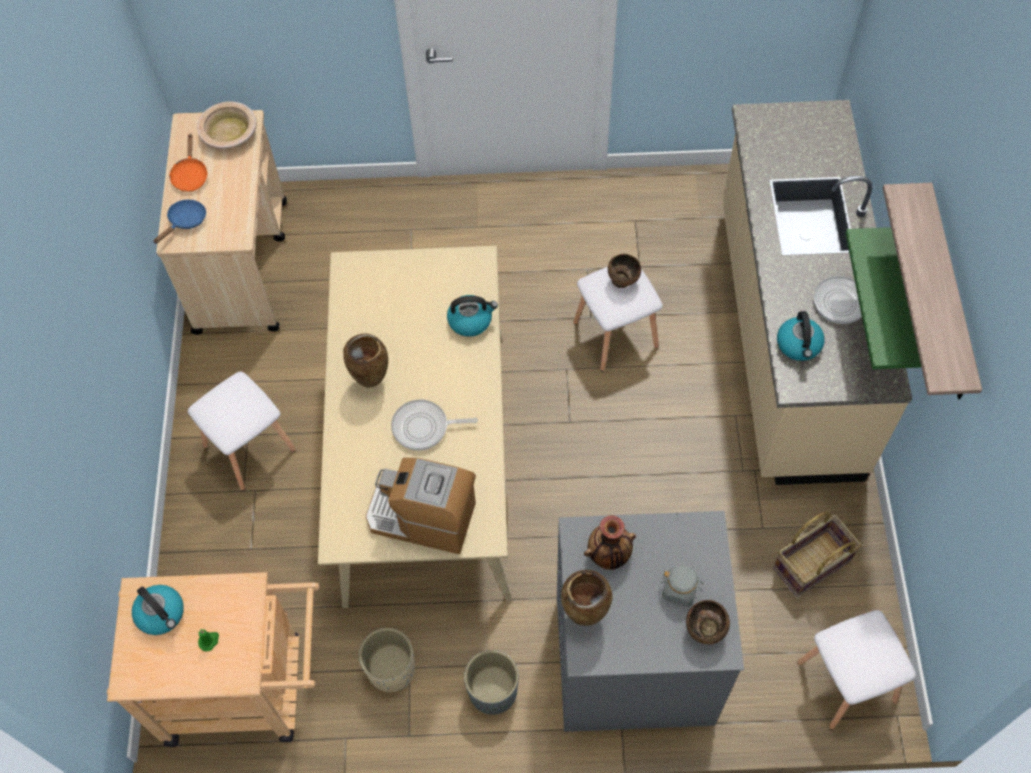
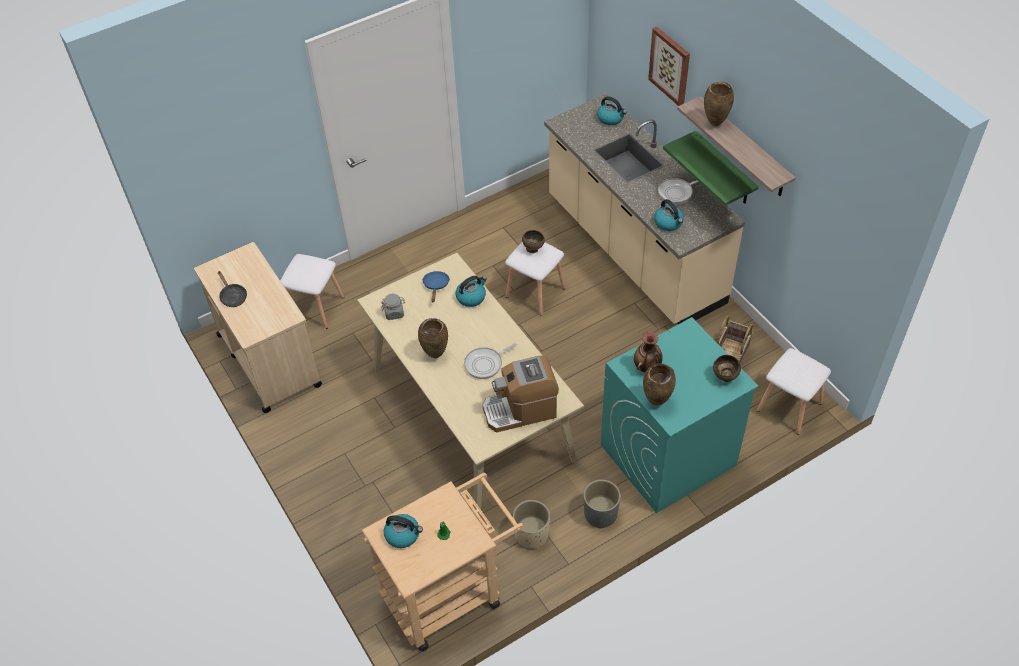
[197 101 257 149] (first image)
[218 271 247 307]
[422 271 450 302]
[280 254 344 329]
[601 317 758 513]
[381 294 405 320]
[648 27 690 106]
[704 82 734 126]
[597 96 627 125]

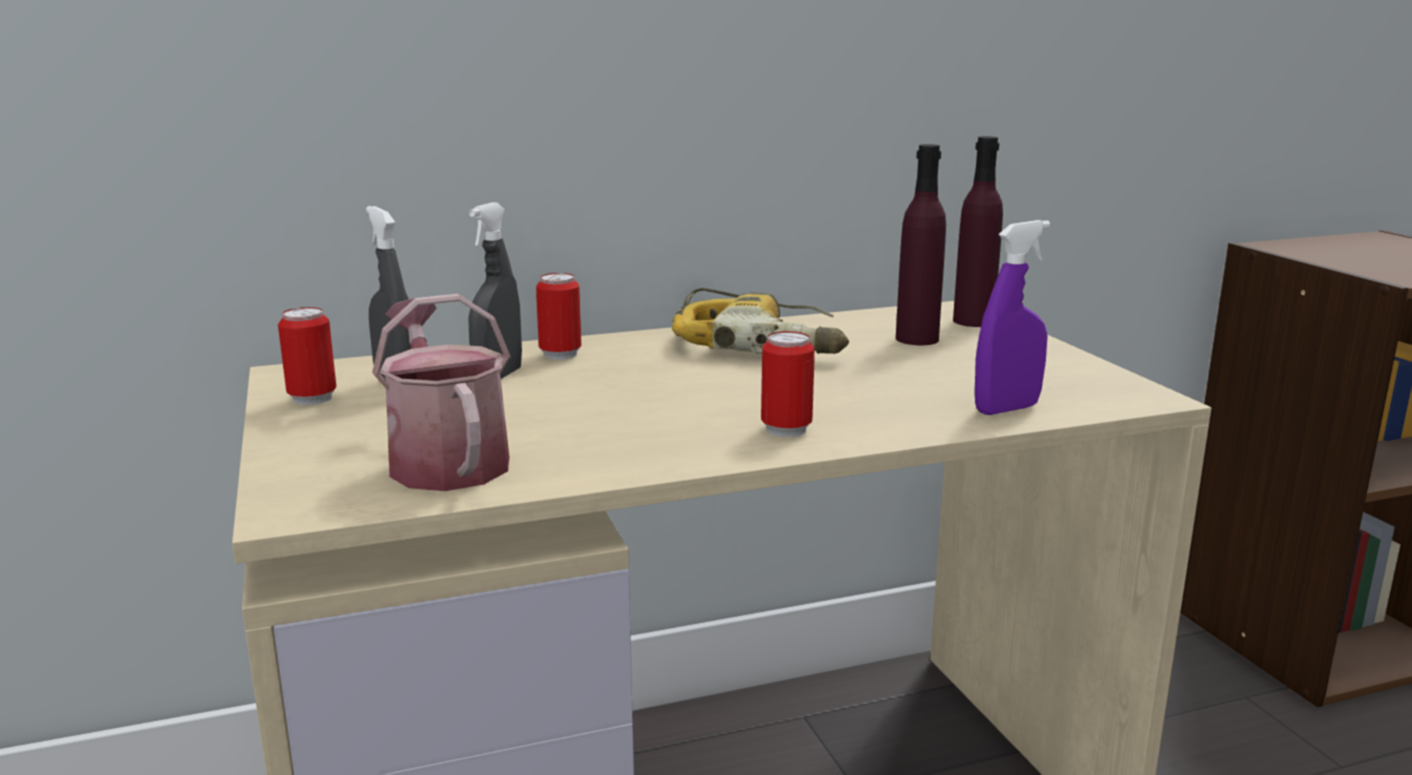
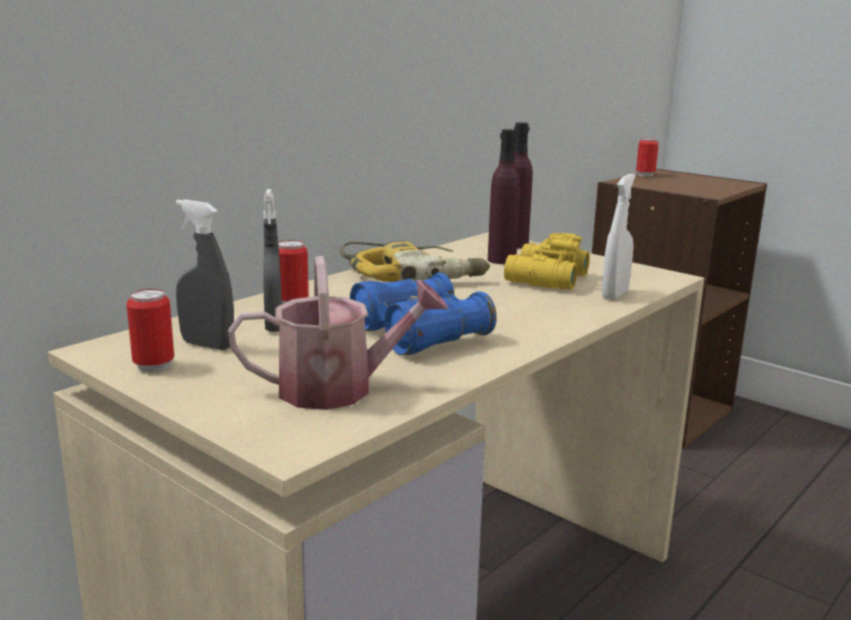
[602 174 636 300]
[228 256 448 410]
[636 138 659 177]
[504 233 590 290]
[350 273 497 355]

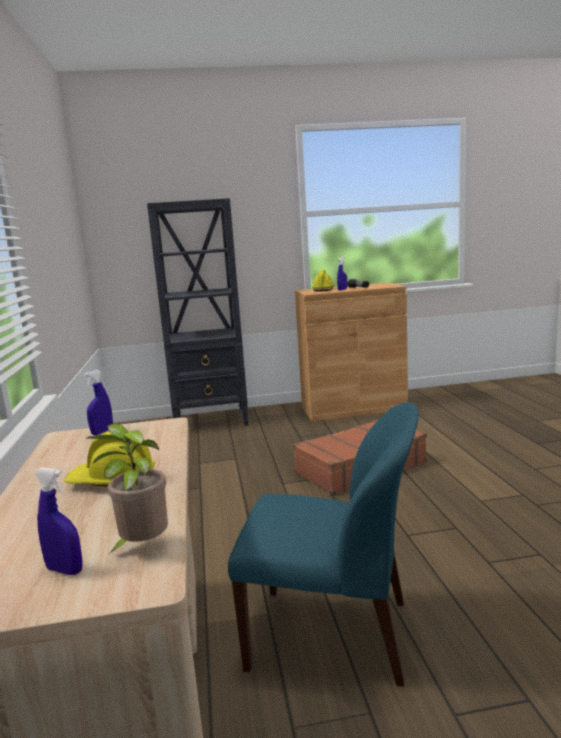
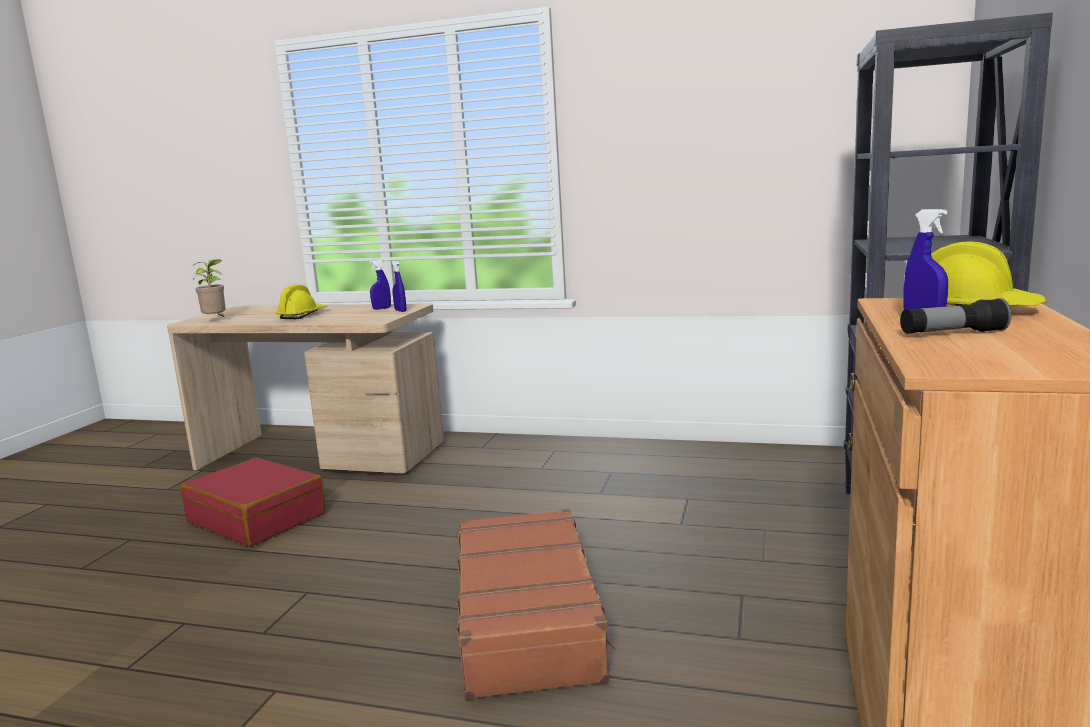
[180 458 325 546]
[369 260 391 310]

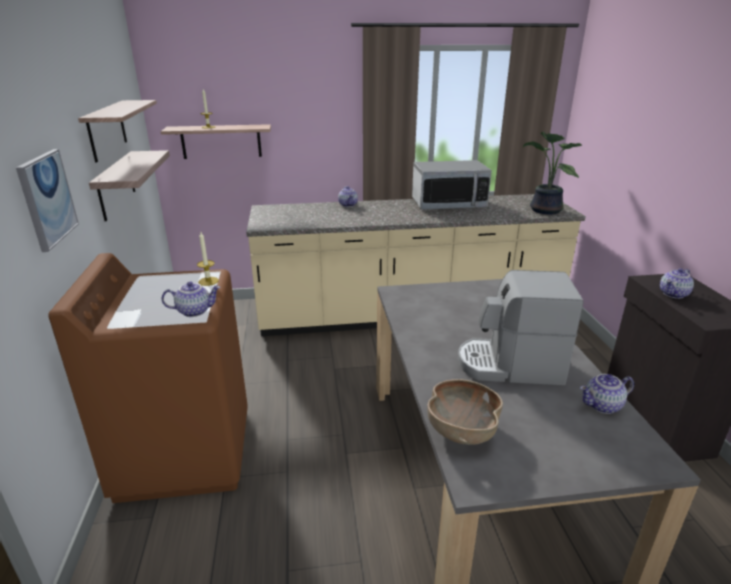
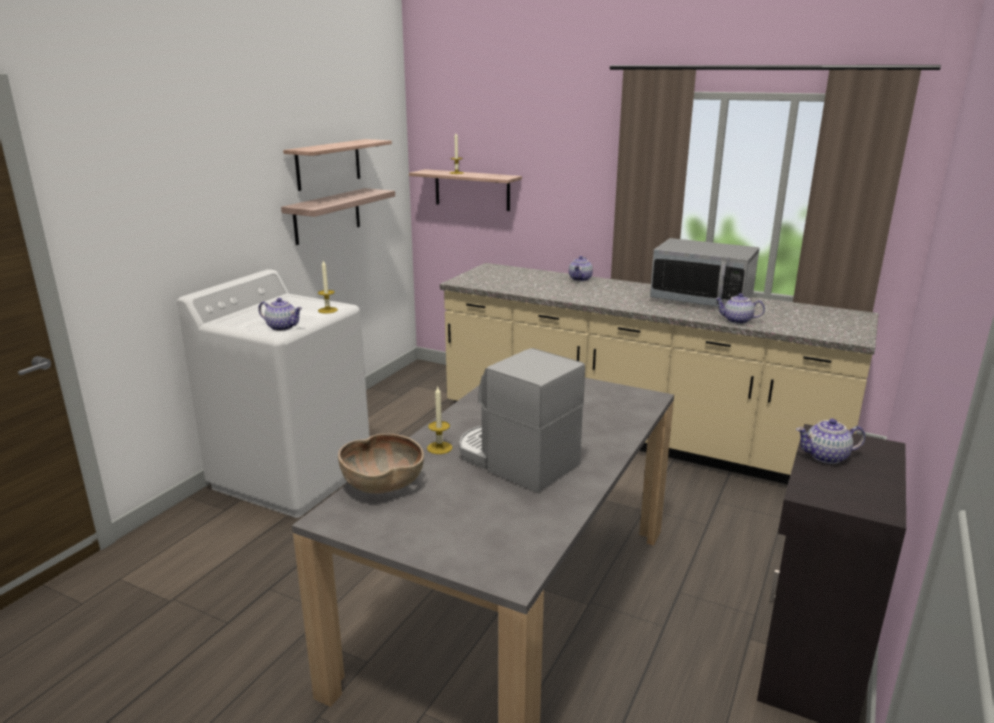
[523 132 582 214] (first image)
[16 149 79 252] (first image)
[177 269 370 518]
[715 293 765 324]
[427 387 452 454]

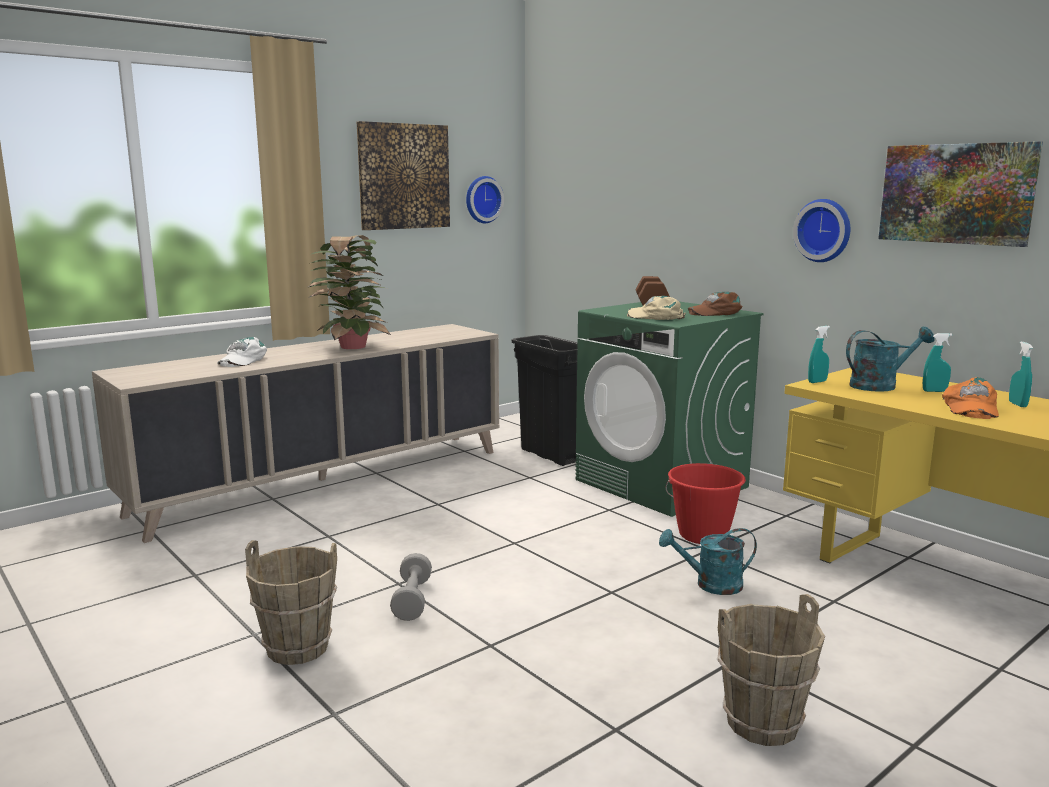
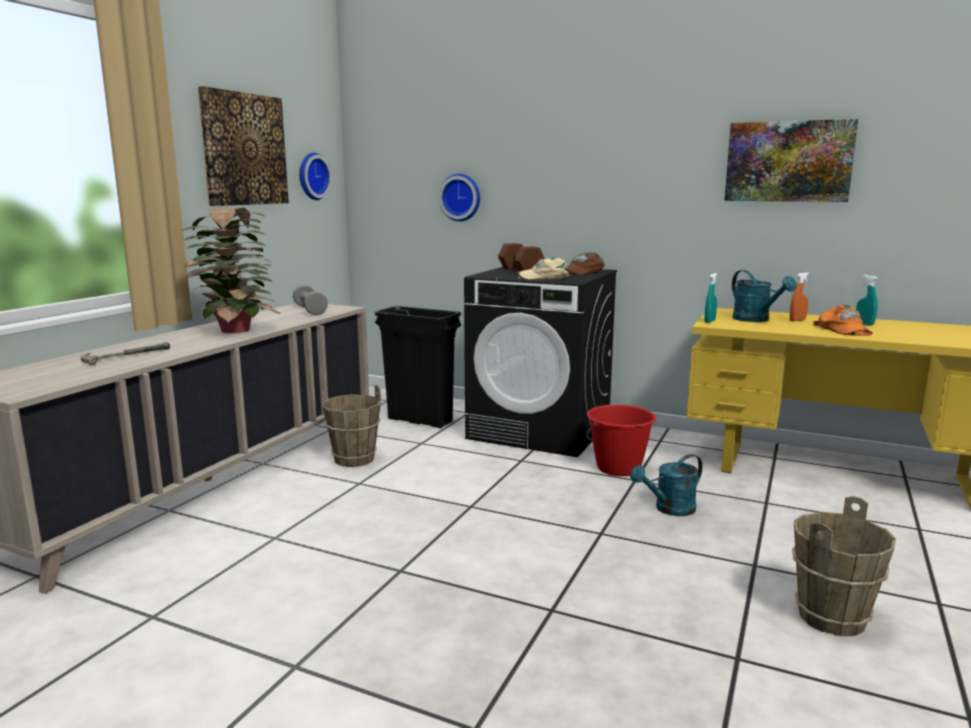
[439 174 480 221]
[464 267 617 457]
[732 270 797 322]
[790 273 810 321]
[81 342 170 365]
[322 385 381 467]
[293 285 328 315]

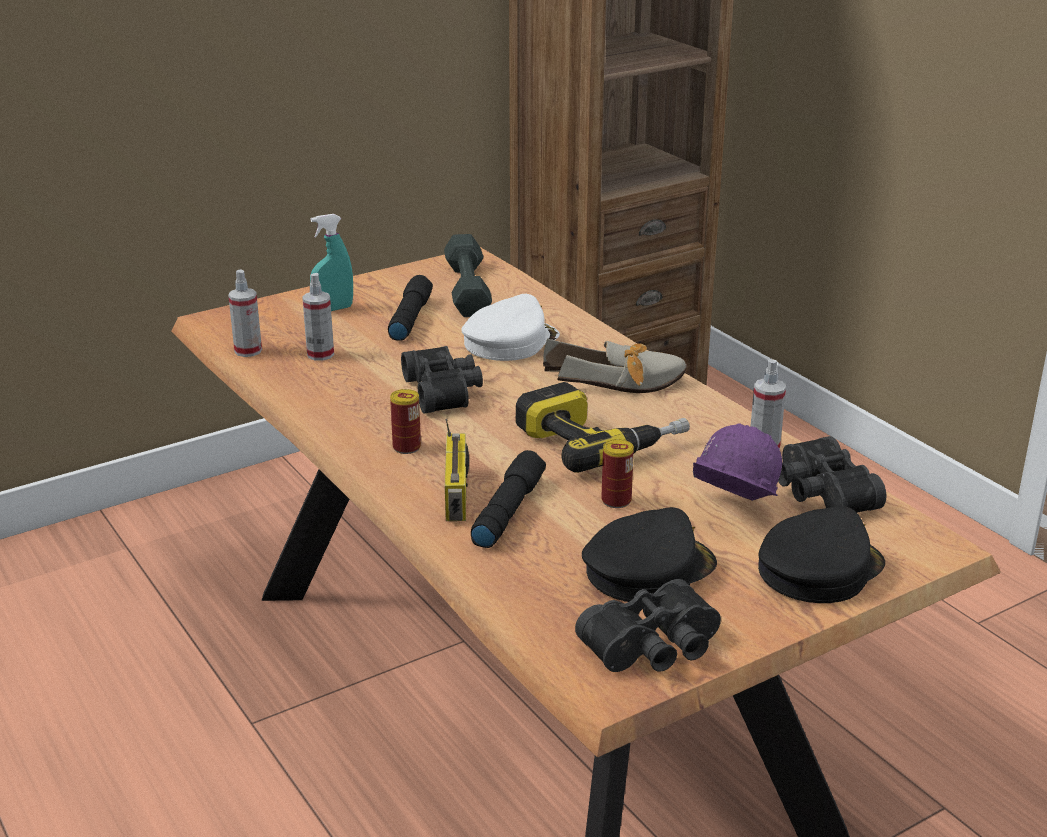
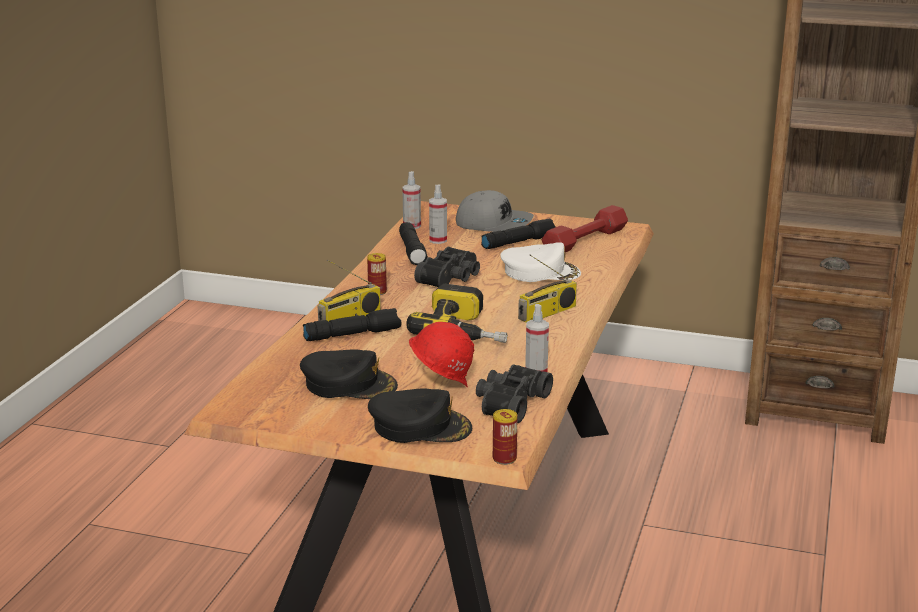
[456 190 534 232]
[542 205 628 252]
[518 255 577 322]
[409 322 474 388]
[493 409 518 465]
[575 579 721 672] (first image)
[399 222 428 265]

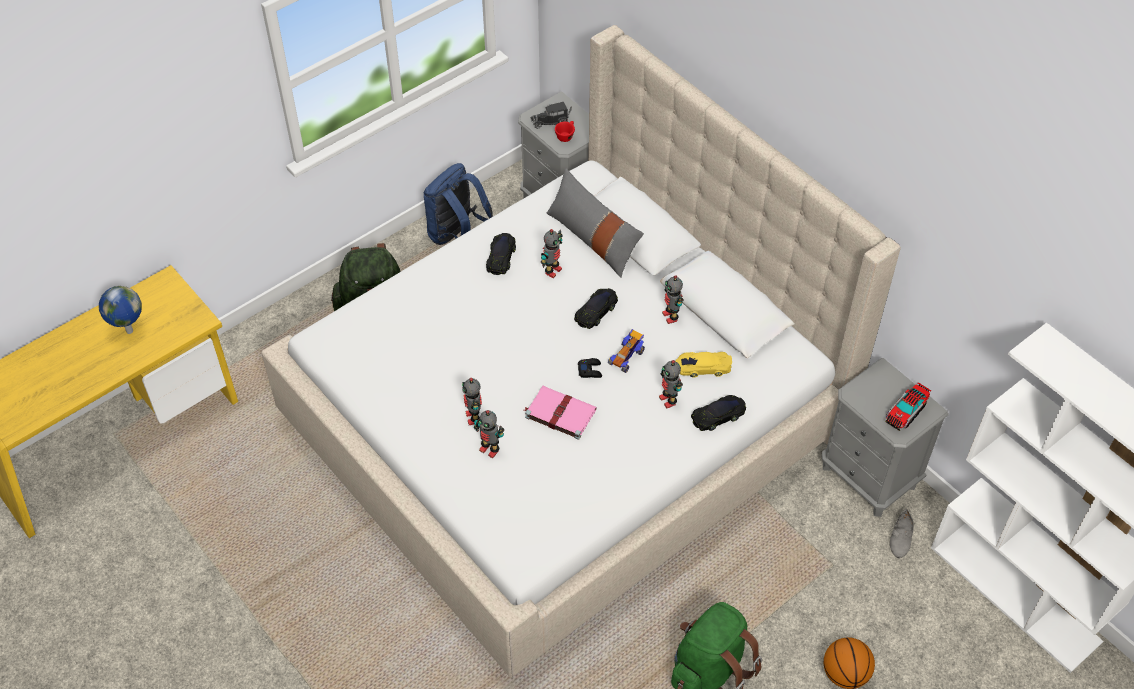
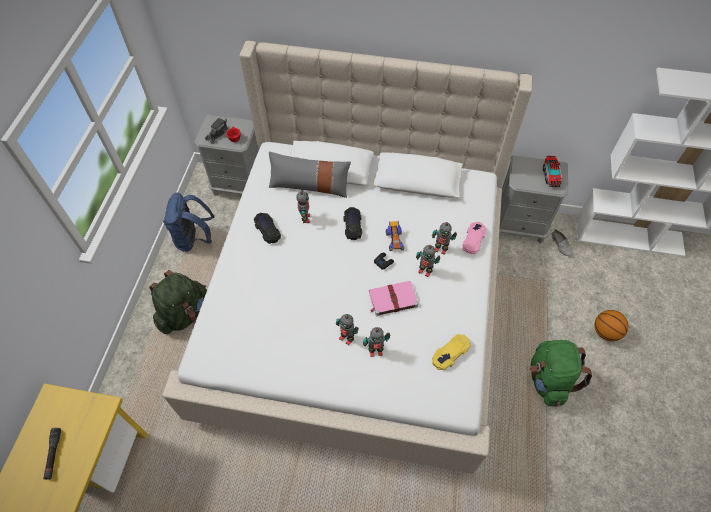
[416 245 441 277]
[43 428 61 480]
[432 334 471 370]
[462 222 486 254]

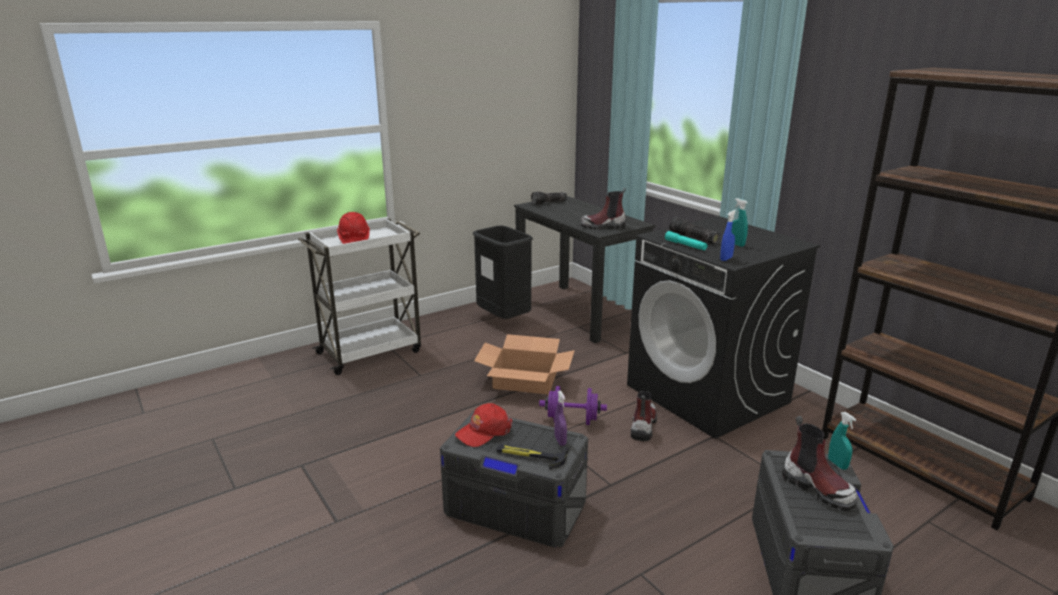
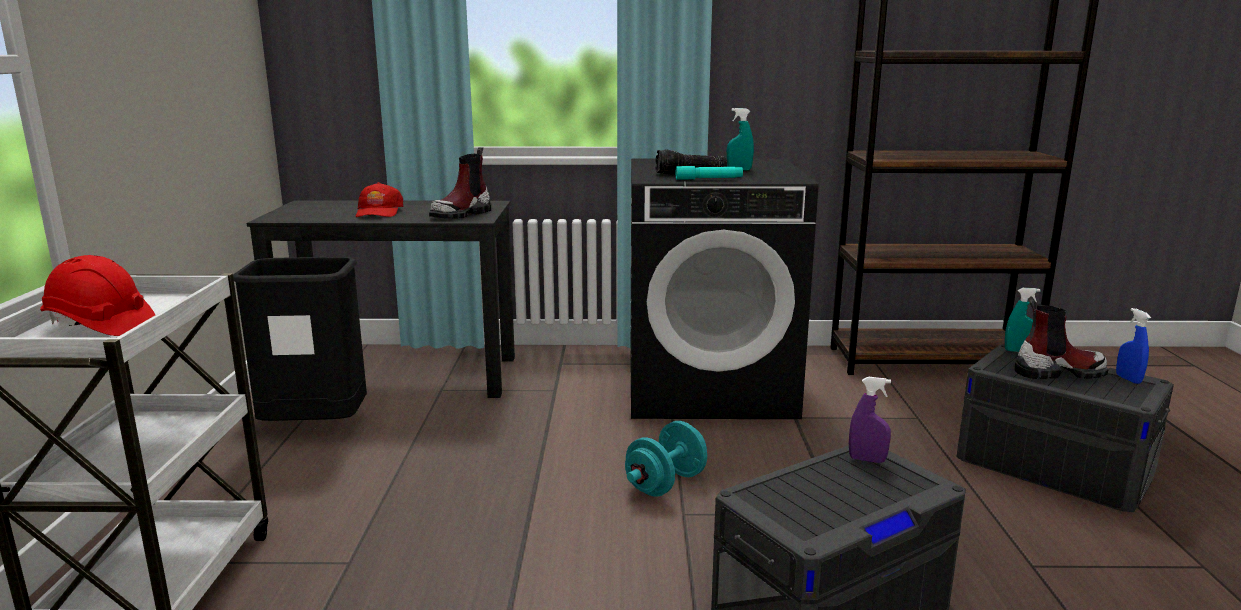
[531 192 567 205] (first image)
[1116 308 1151 384]
[474 334 575 394] (first image)
[625 421 707 497]
[631 391 657 441] (first image)
[356 182 404 217]
[496 444 569 469] (first image)

